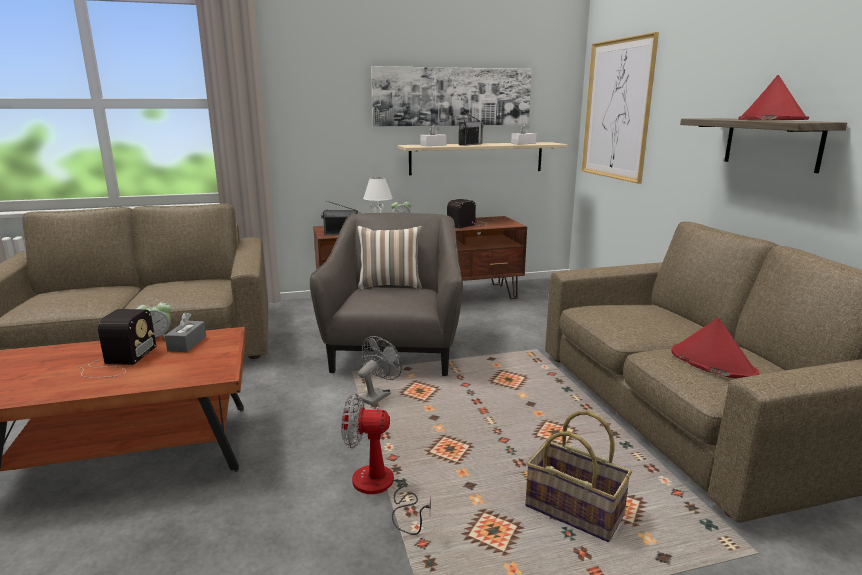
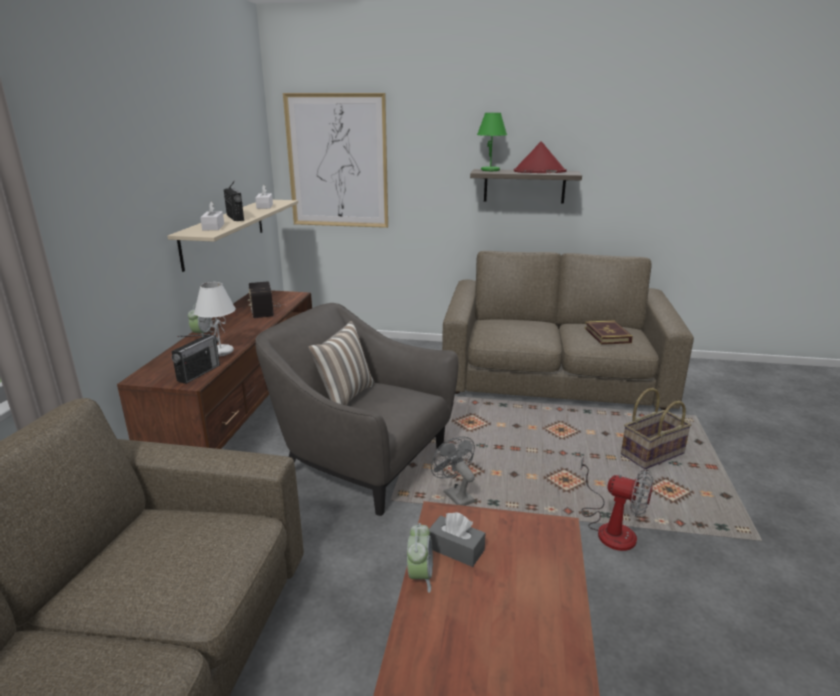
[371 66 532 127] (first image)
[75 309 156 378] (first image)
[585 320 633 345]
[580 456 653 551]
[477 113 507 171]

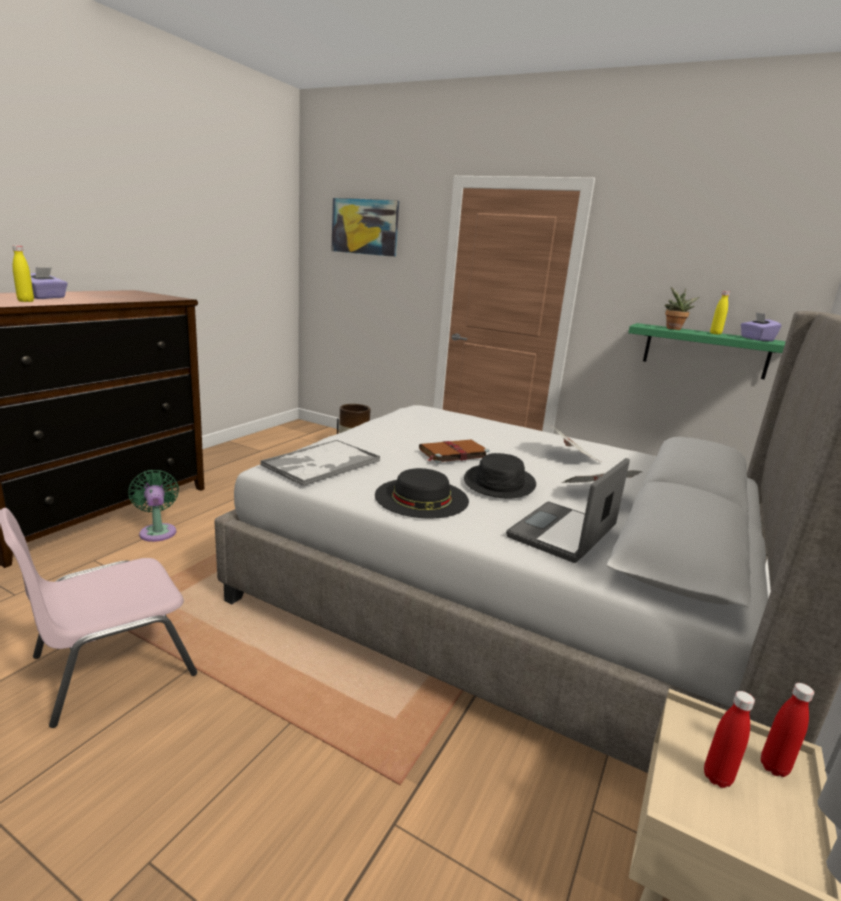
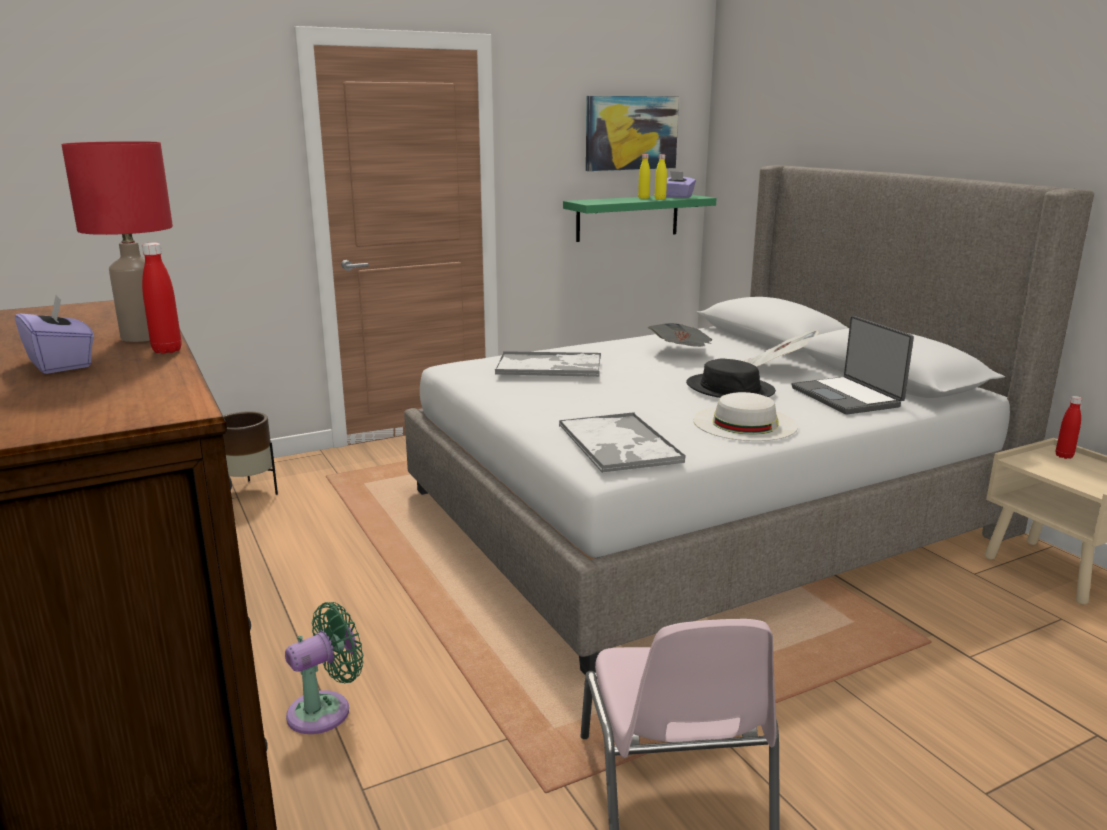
[586 96 679 171]
[655 154 667 200]
[665 287 700 330] (first image)
[419 440 490 463] (first image)
[693 392 798 441]
[285 602 363 734]
[142 243 182 354]
[61 141 173 342]
[495 351 601 377]

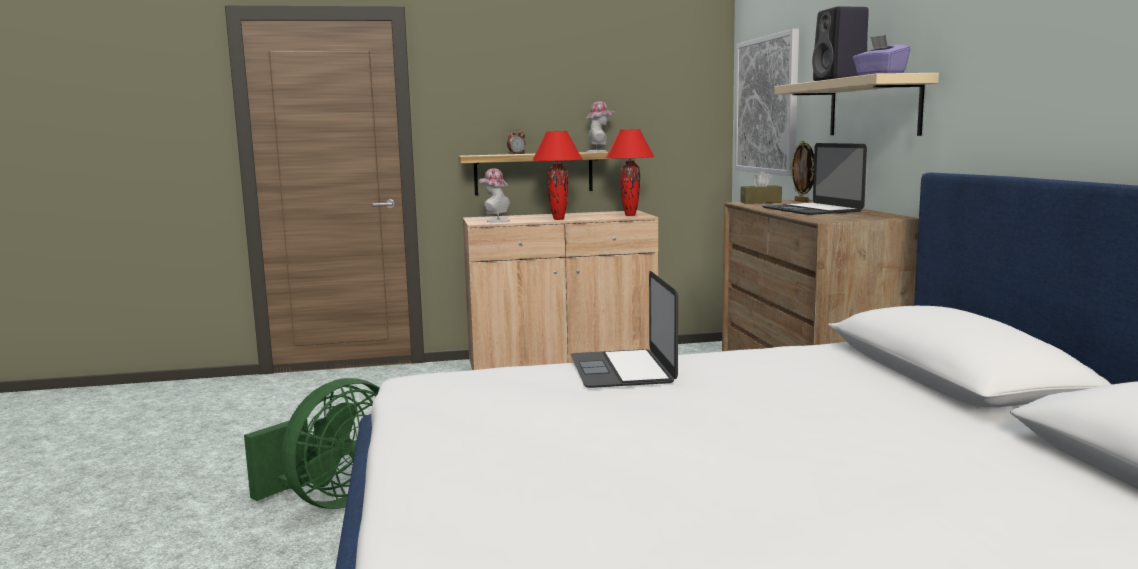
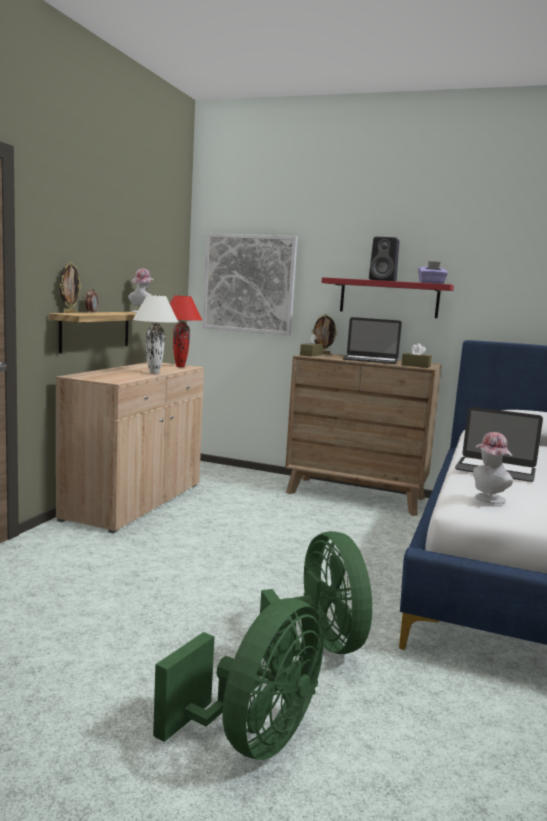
[322 277 454 318]
[133 295 178 374]
[473 432 513 504]
[60 262 81 313]
[402 343 432 368]
[153 598 324 760]

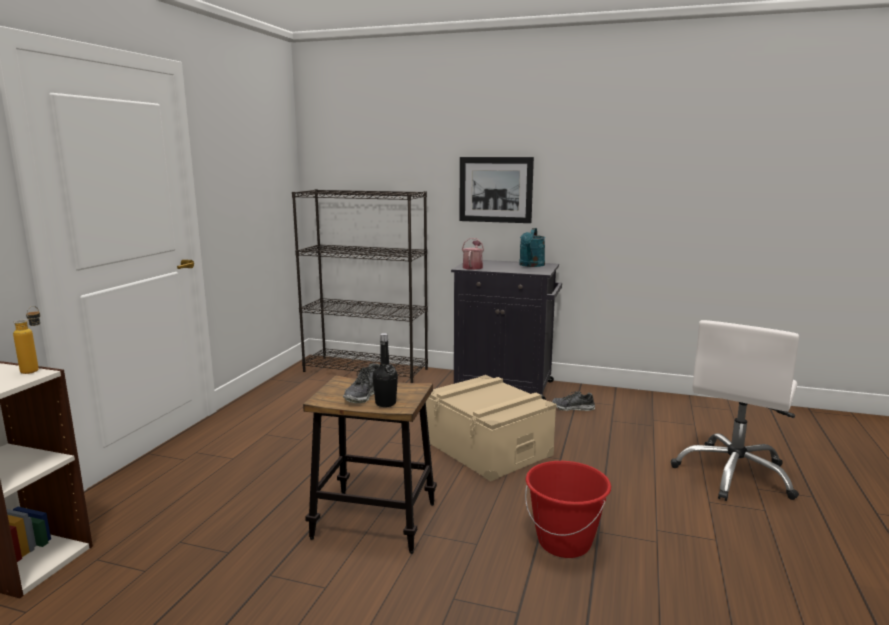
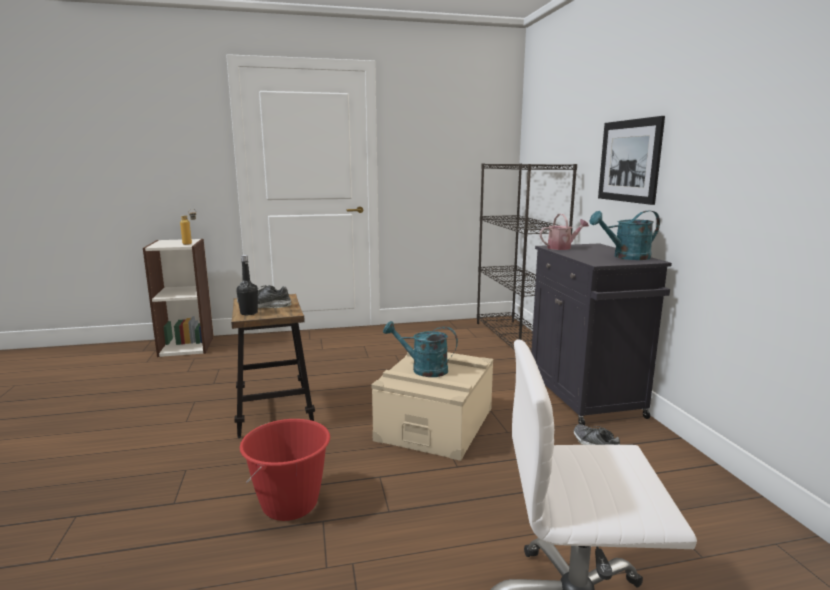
[383 321 458 377]

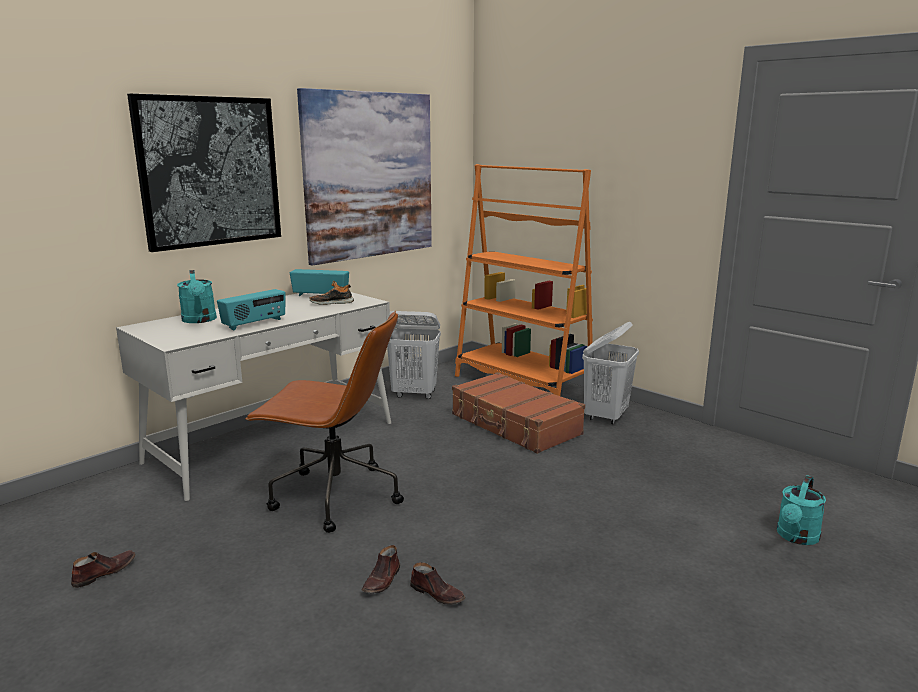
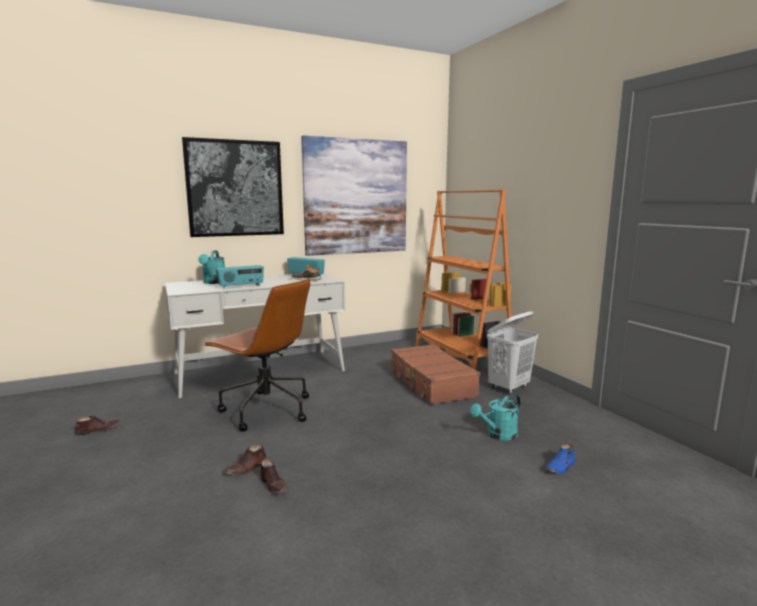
[387 311 441 399] (first image)
[470 393 521 441]
[546 444 575 474]

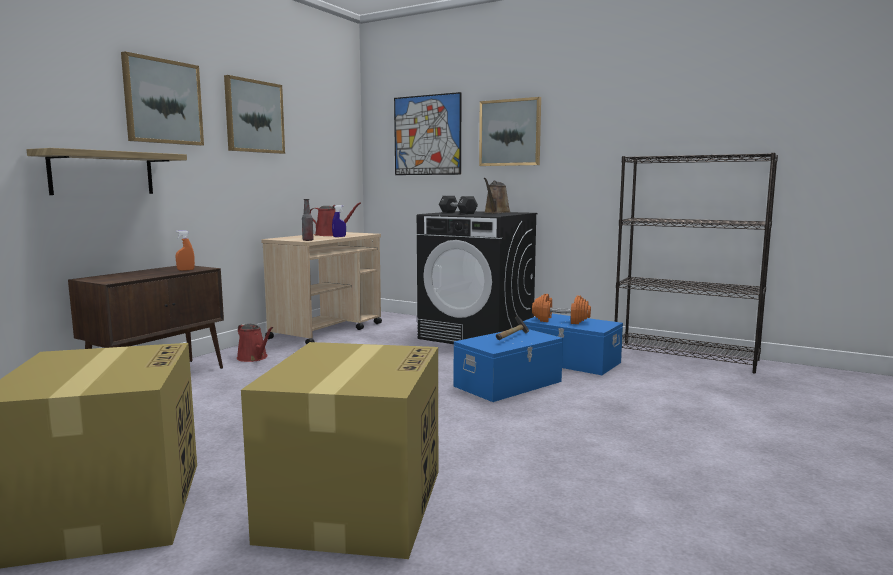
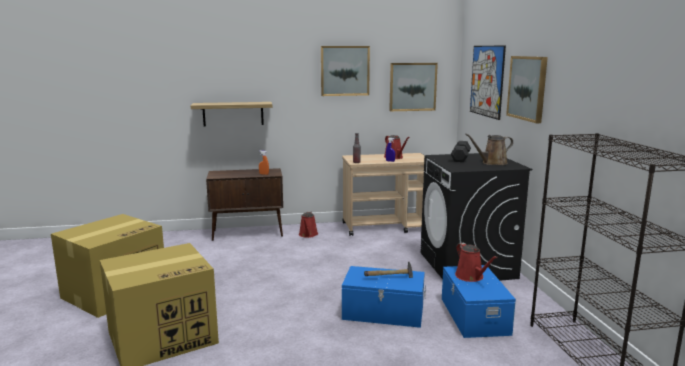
[389 63 438 111]
[455 243 498 282]

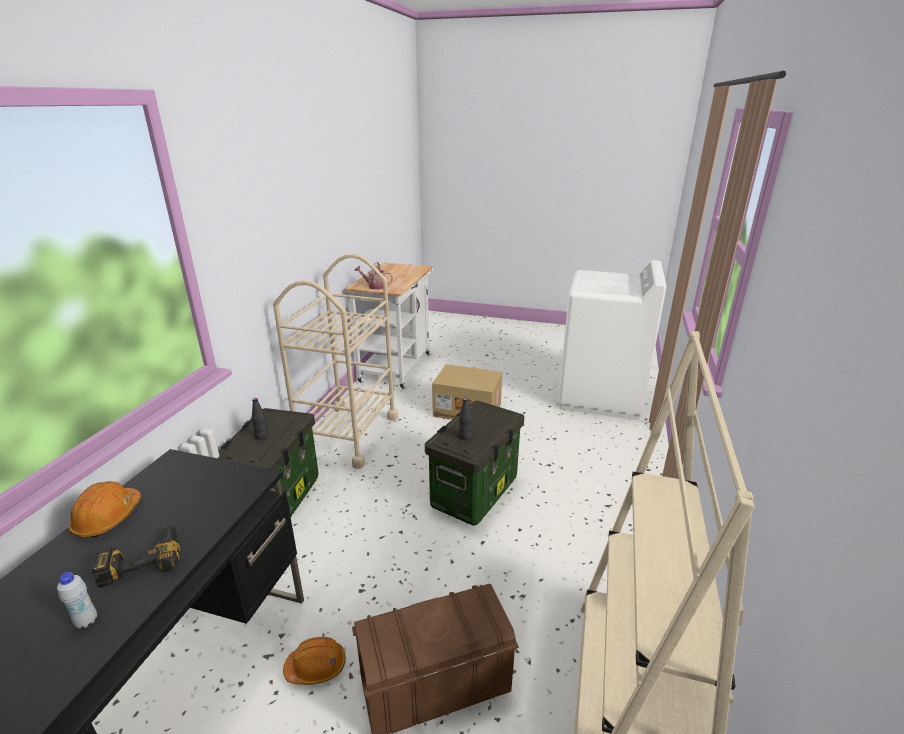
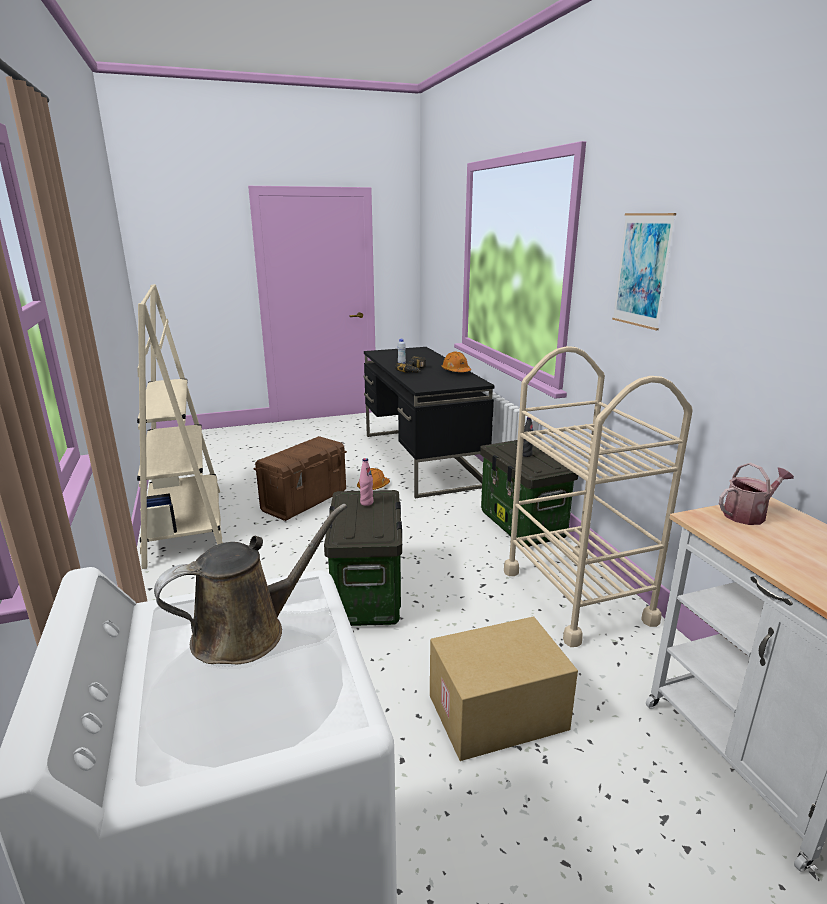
[359 458 374 506]
[612 213 676 330]
[154 504 347 664]

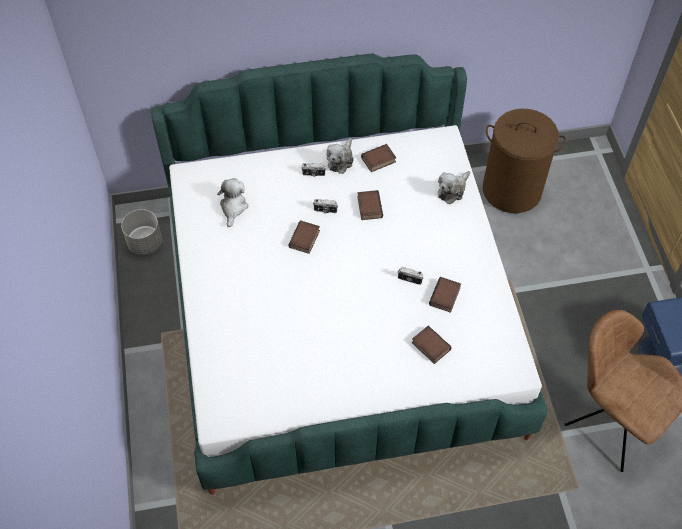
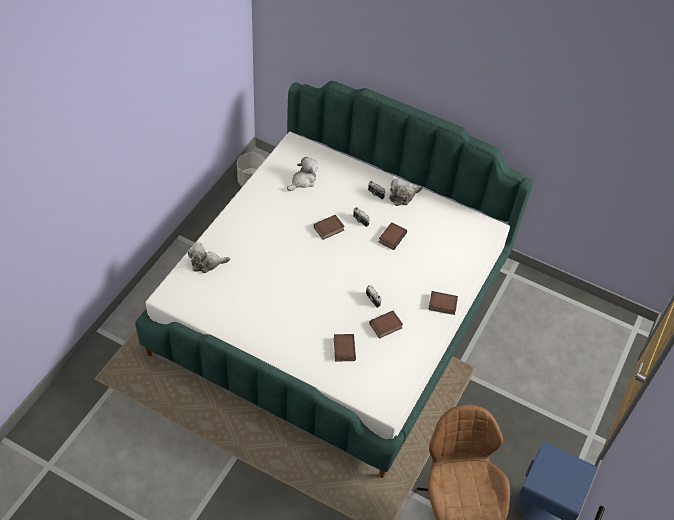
[483 109 566 213] (first image)
[428 291 458 315]
[188 243 230 273]

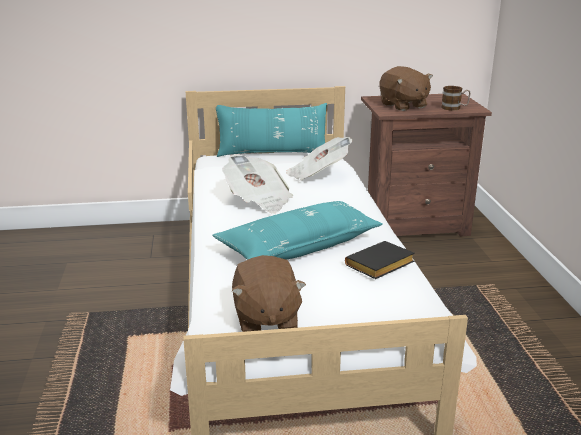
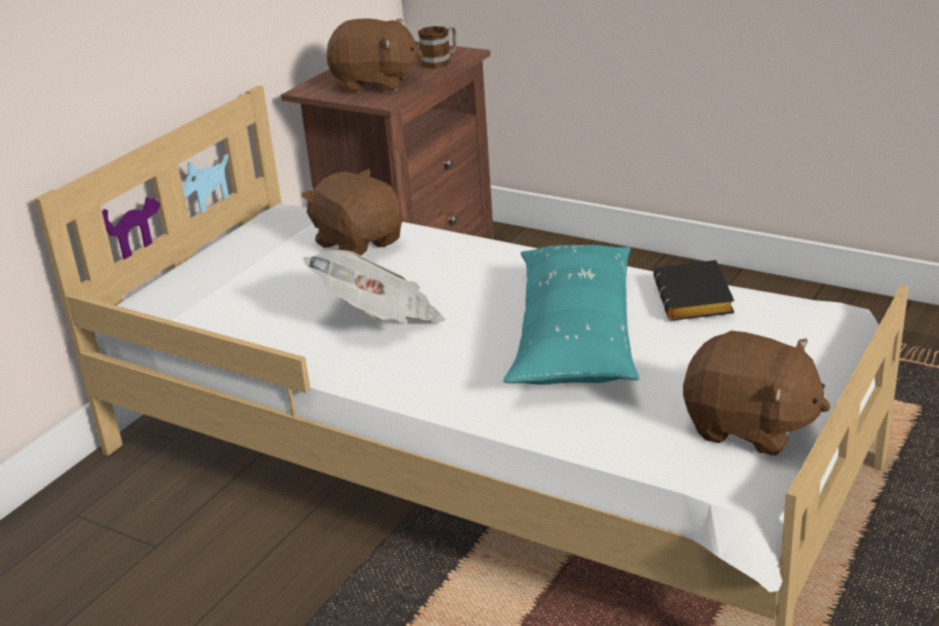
[216 103 327 157] (first image)
[301 169 403 256]

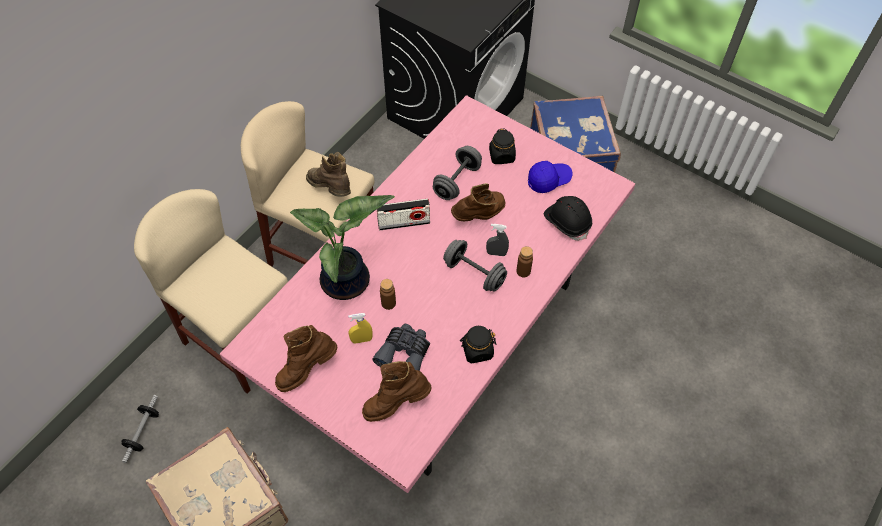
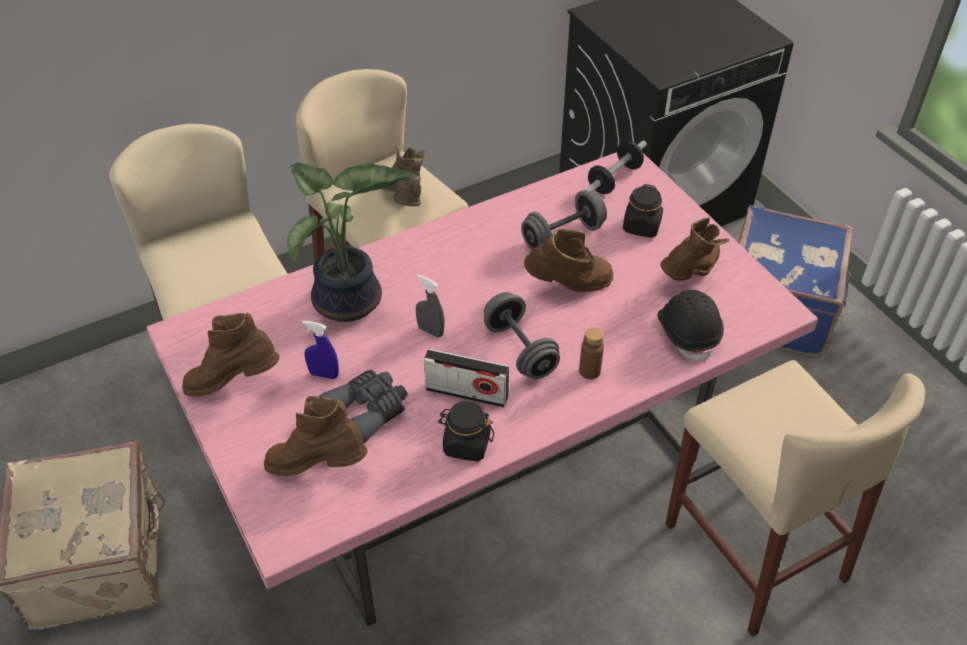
[660 217 730 281]
[424 349 509 407]
[416 274 445 337]
[380 279 396 310] (first image)
[302 321 339 379]
[584 141 647 194]
[665 360 925 637]

